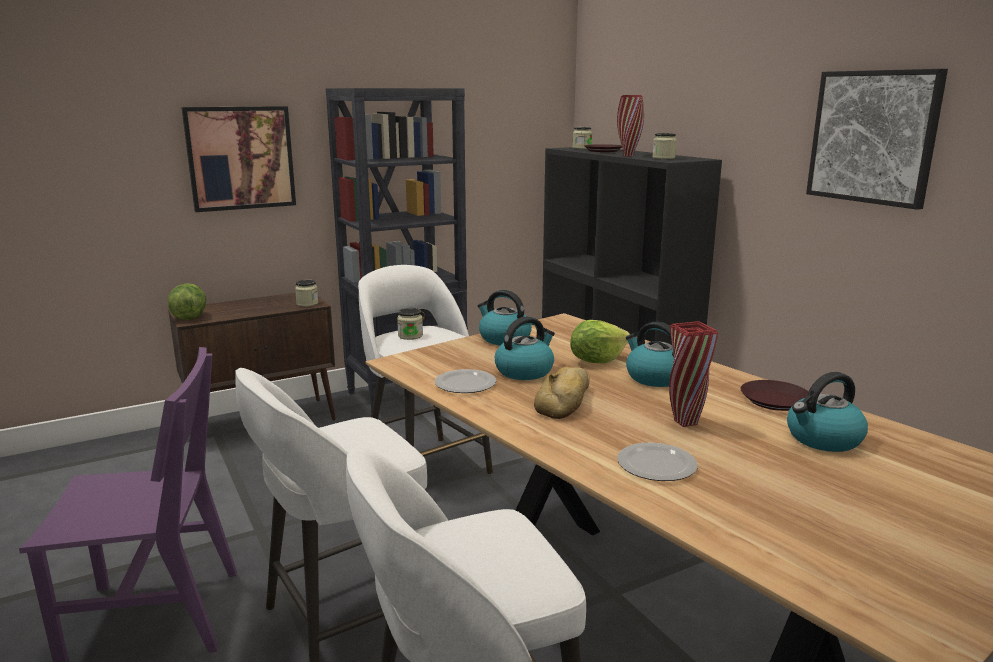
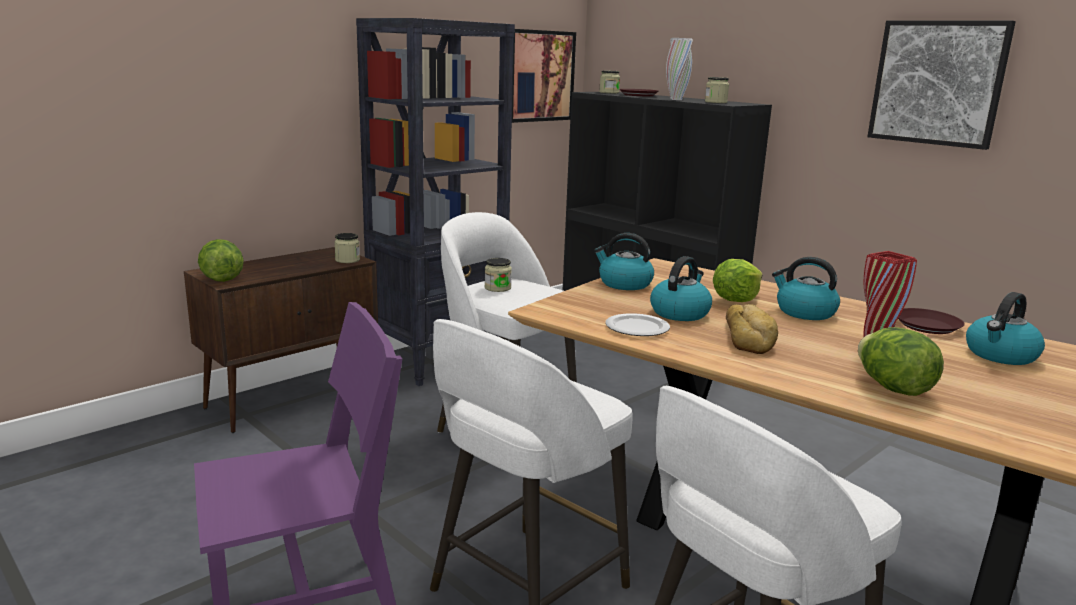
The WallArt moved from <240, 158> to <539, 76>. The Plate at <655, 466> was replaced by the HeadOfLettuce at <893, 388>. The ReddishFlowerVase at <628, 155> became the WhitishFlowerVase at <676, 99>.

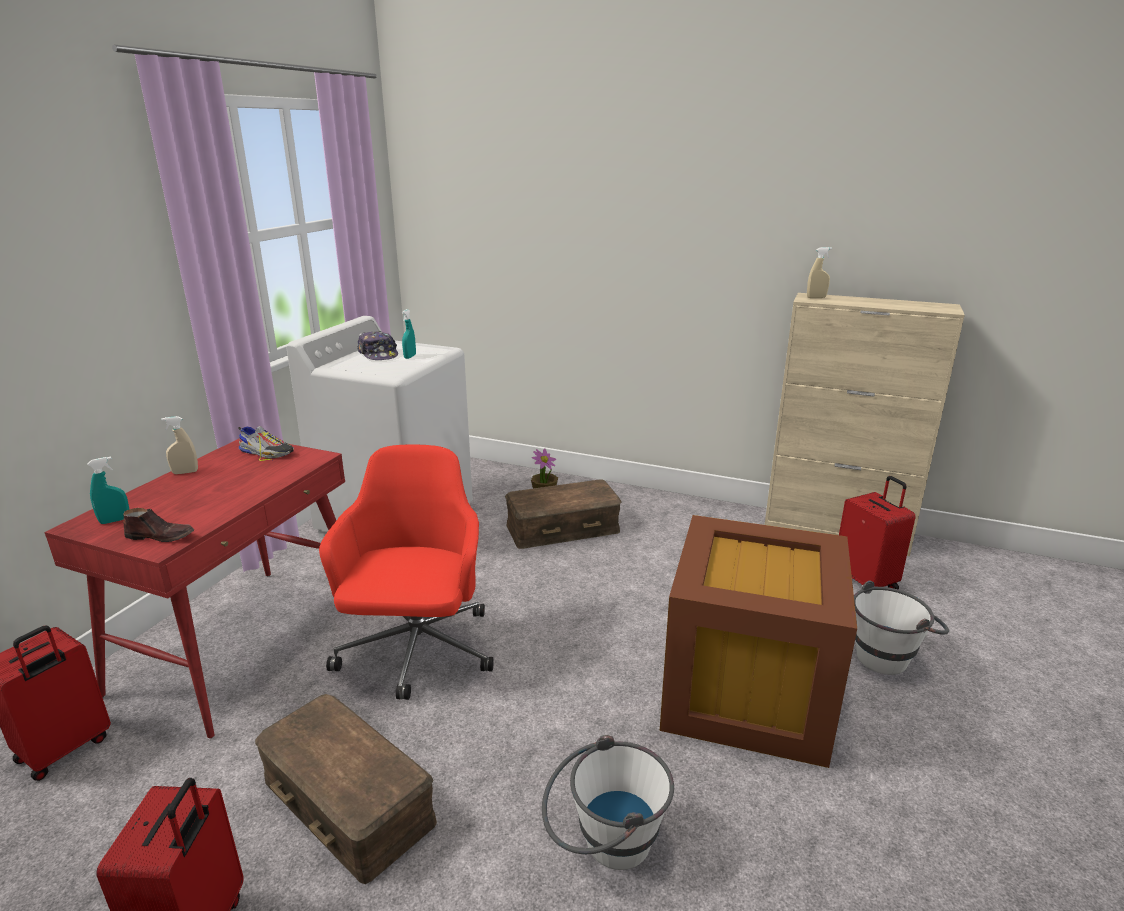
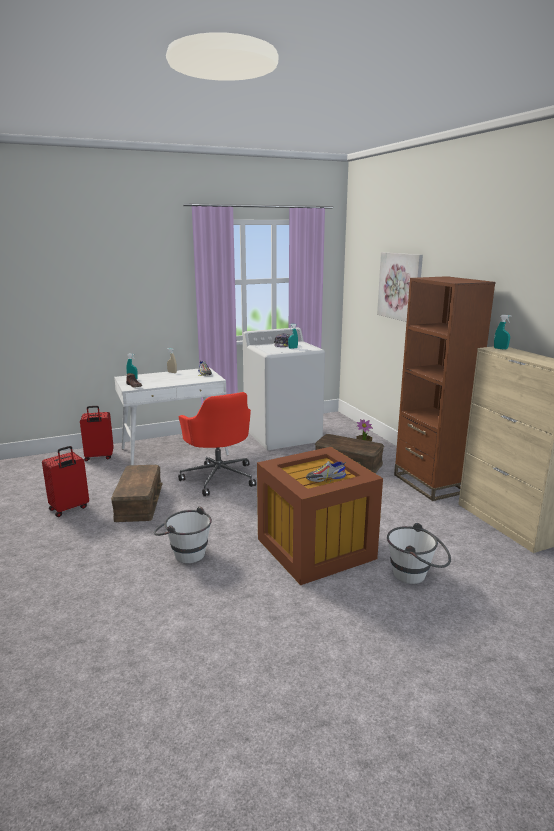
The ReddishPieceOfLuggage at <866, 581> disappeared. The ItemOfFootwear at <325, 478> appeared. The WallArt at <400, 286> appeared. The BrownBookcase at <429, 483> appeared. The ReddishDesk at <244, 643> became the WhitishDesk at <175, 452>. The BeigeSprayBottle at <816, 297> became the BlueGreenSprayBottle at <500, 349>. The ReddishOfficeChair at <417, 652> turned 105 degrees clockwise.

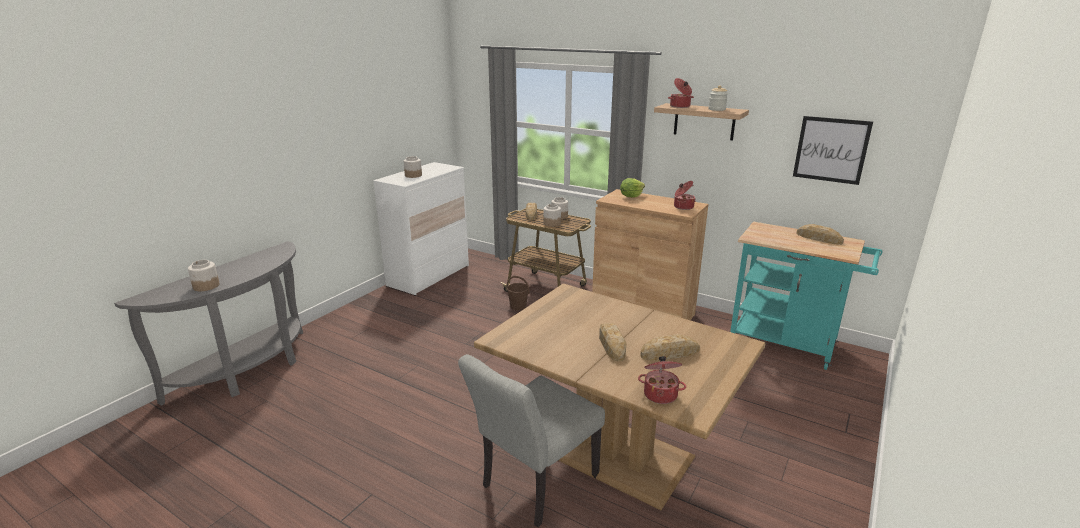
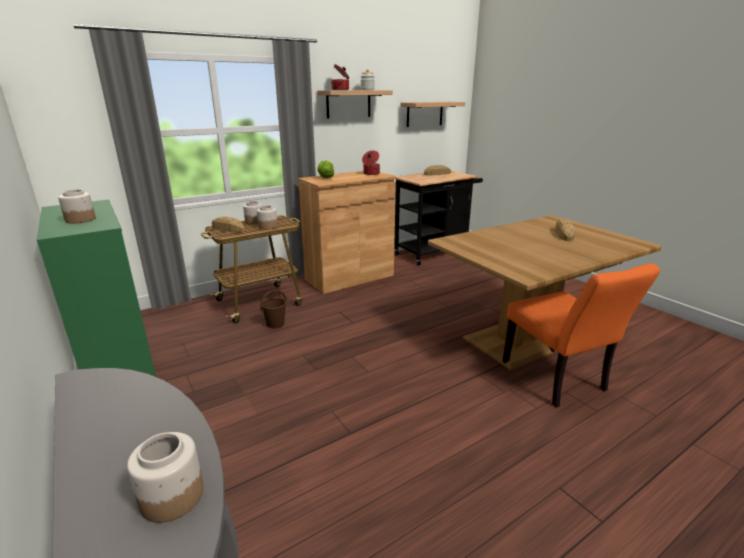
The BakeryBread at <611, 344> disappeared. The Stockpot at <660, 394> disappeared. The WallArt at <831, 150> was replaced by the BracketShelf at <424, 114>. The WhitishChestOfDrawers at <429, 276> became the GreenColouredChestOfDrawers at <118, 363>. The GreyishUprightChair at <533, 485> became the OrangeColouredUprightChair at <558, 381>. The BlueGreenWheeledCart at <789, 345> became the BlackishWheeledCart at <434, 252>.

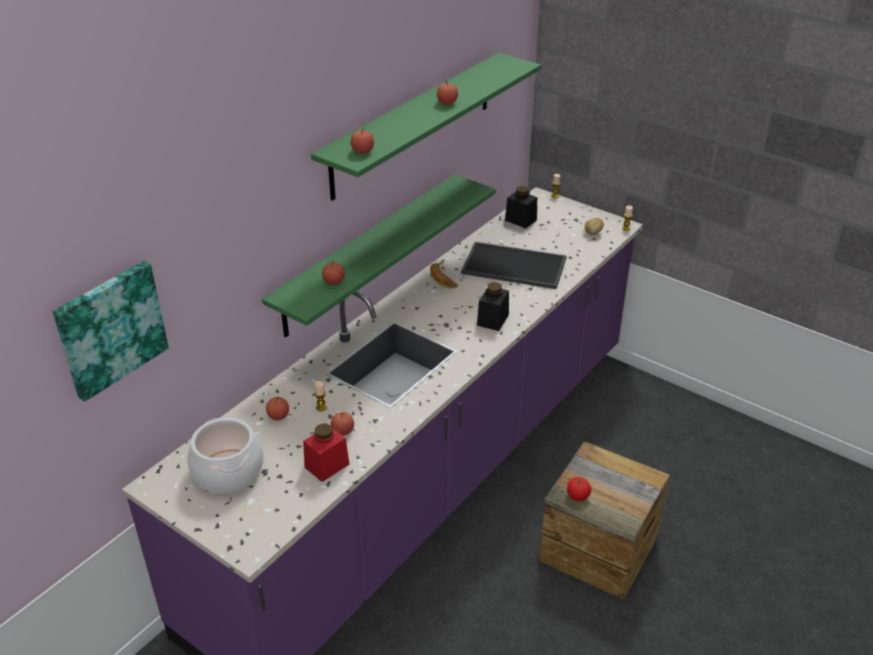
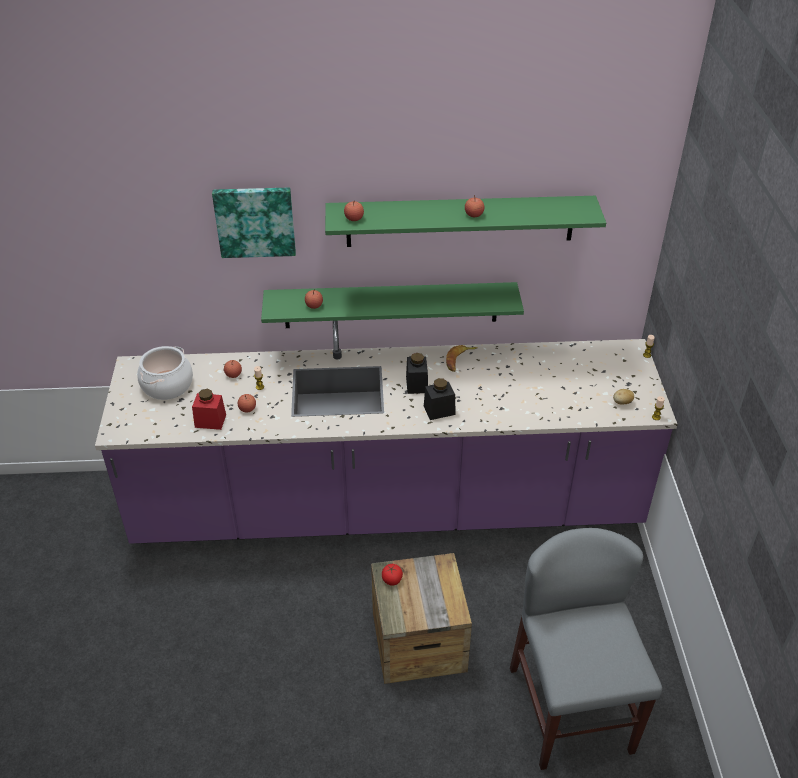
The CarryingTray at <512, 266> disappeared. The GreyishUprightChair at <570, 709> appeared. The WallArt moved from <110, 328> to <255, 221>. The BlackishStorageJar moved from <520, 220> to <417, 384>.

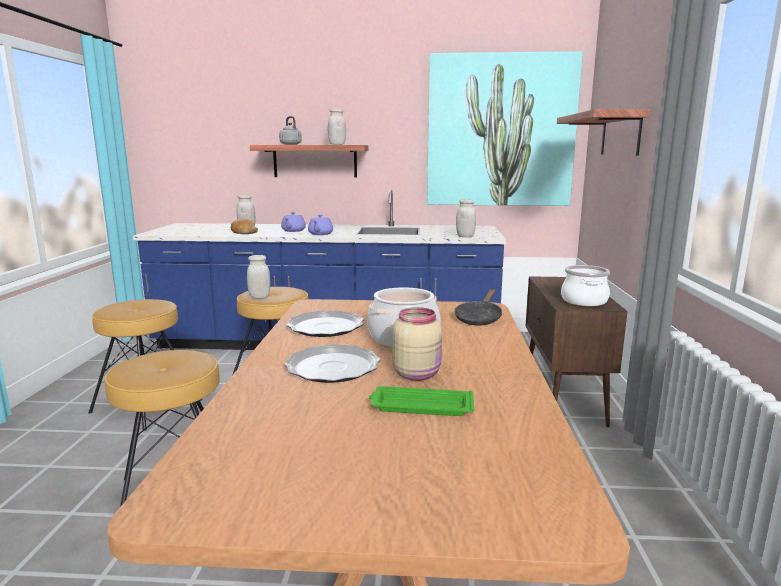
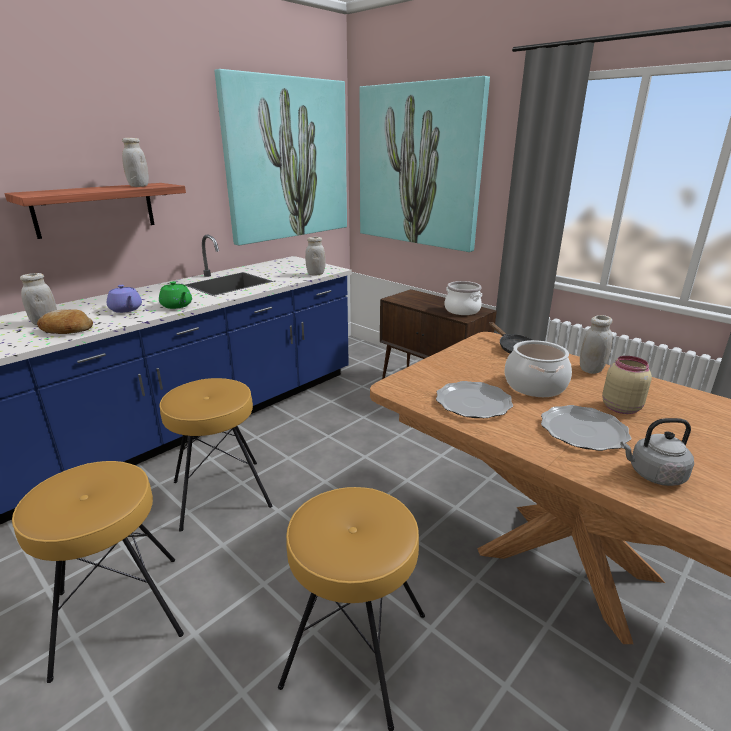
The GreenColouredCarryingTray at <420, 407> disappeared. The WhitishStorageJar moved from <259, 297> to <591, 370>. The GreyishWaterKettle moved from <290, 144> to <653, 475>. The BracketShelf at <620, 134> was replaced by the WallArt at <418, 166>. The PurpleTeapot at <320, 234> became the GreenColouredTeapot at <177, 306>.

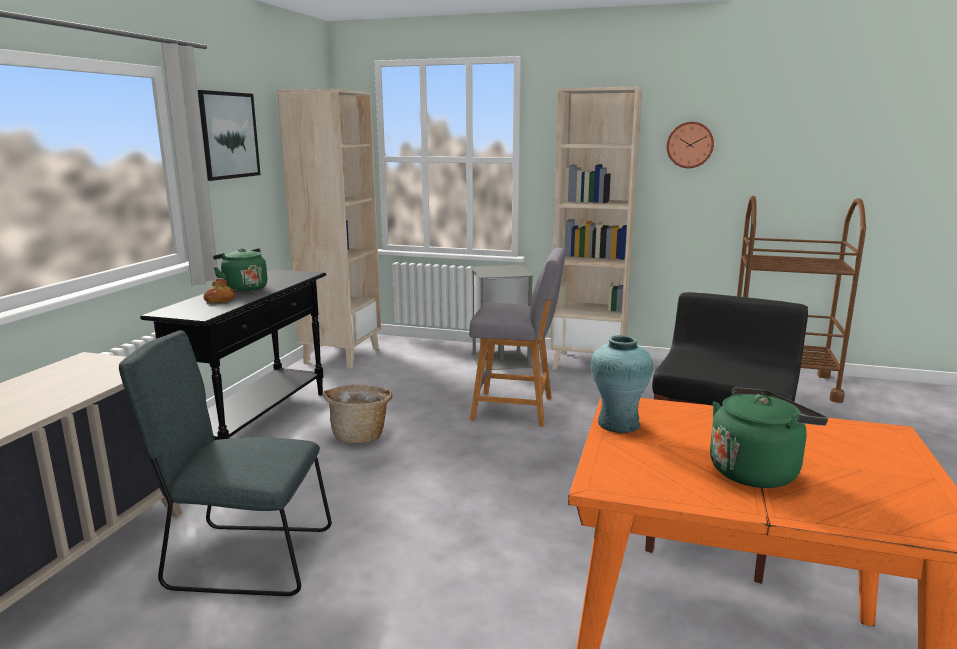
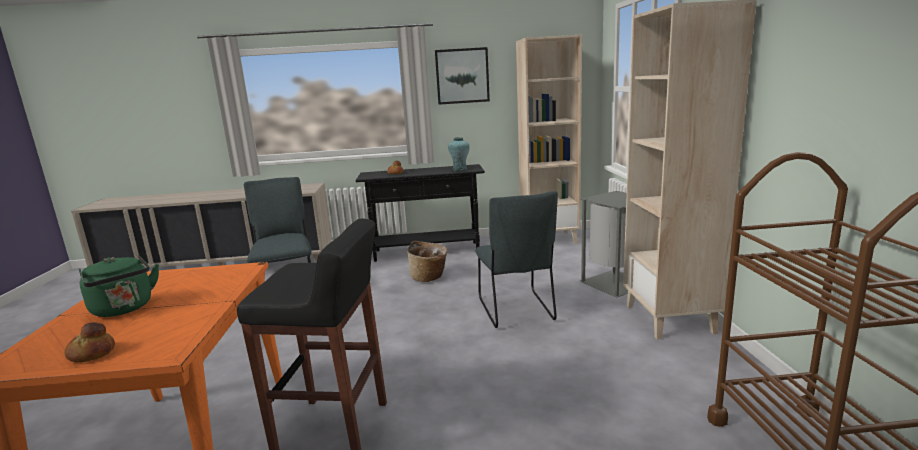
The GreenColouredWaterKettle at <243, 289> disappeared. The HangingClock at <690, 145> disappeared. The BakeryBread at <91, 354> appeared. The BlueGreenFlowerVase moved from <618, 424> to <459, 169>. The GreyishStoolSeat at <517, 409> was replaced by the GreyishUprightChair at <517, 311>.

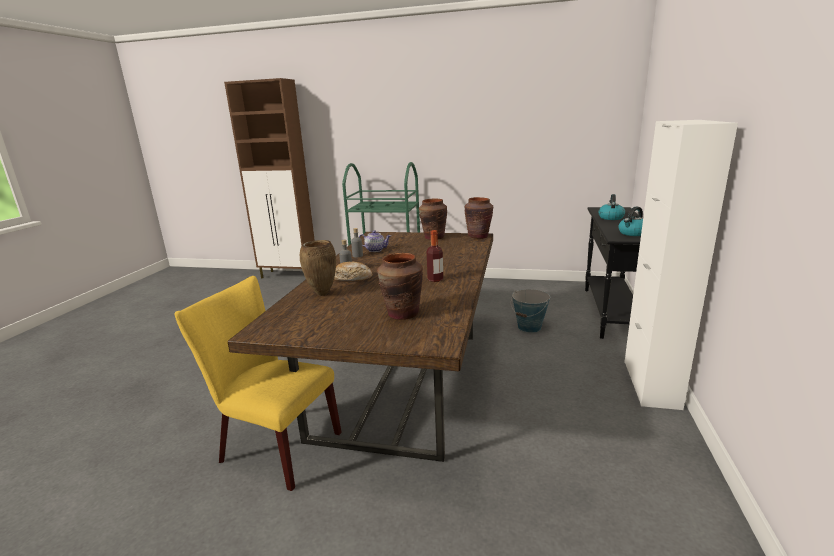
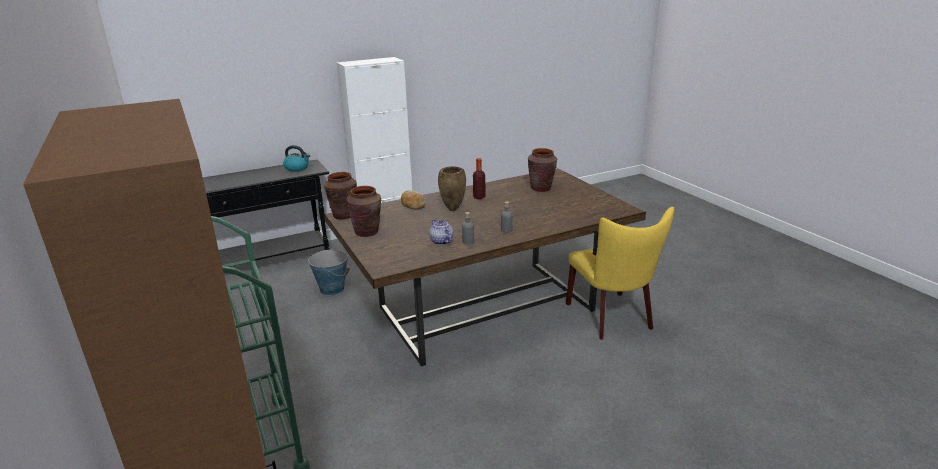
The WaterKettle at <610, 217> disappeared. The BrownFlowerVase moved from <322, 294> to <452, 210>. The BakeryBread moved from <352, 278> to <412, 204>.

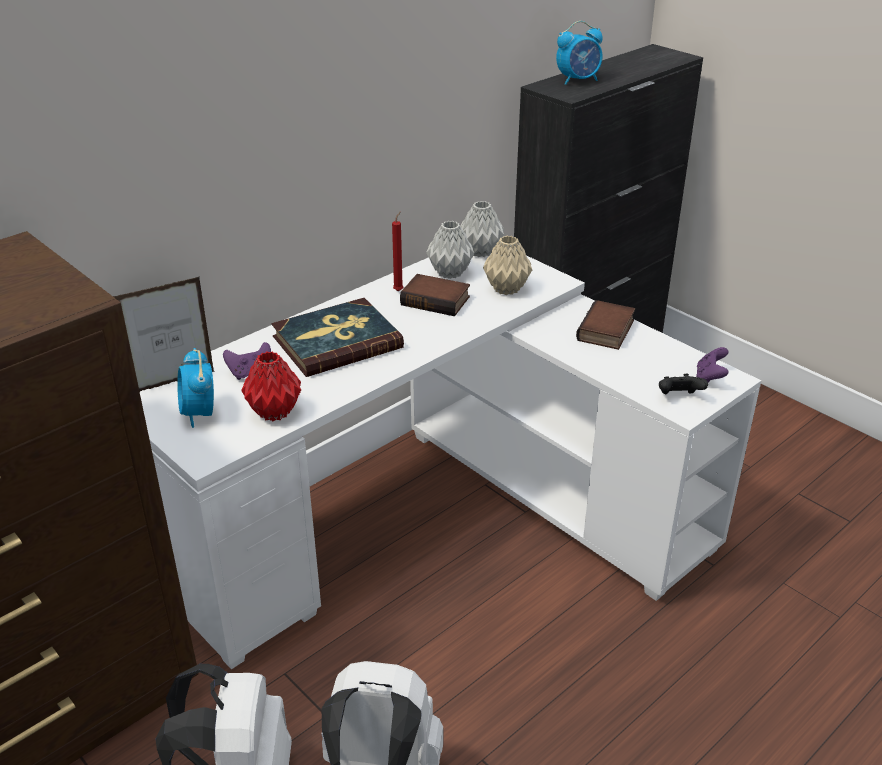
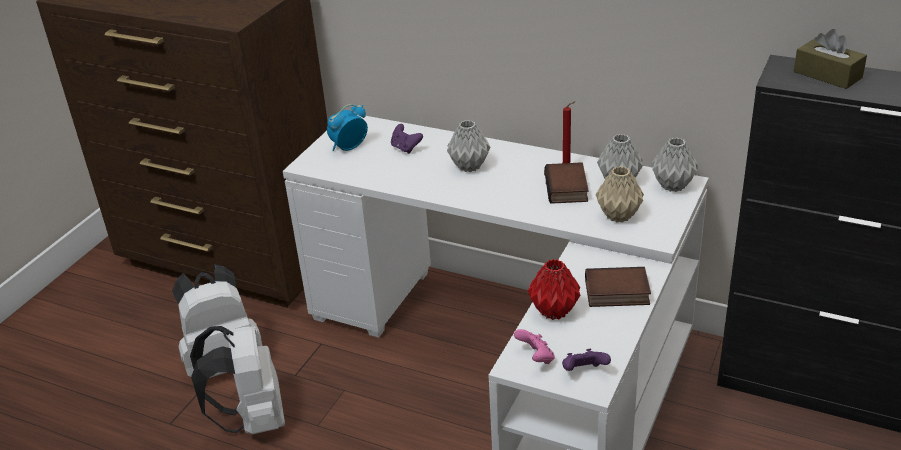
The PhotoFrame at <174, 382> disappeared. The ReddishFlowerVase moved from <275, 412> to <555, 311>. The Volume at <337, 342> was replaced by the GreyishFlowerVase at <470, 166>. The TableClock at <578, 80> was replaced by the BrownTissueBox at <827, 75>. The BlackishGamepad at <678, 397> became the PinkColouredGamepad at <536, 358>.

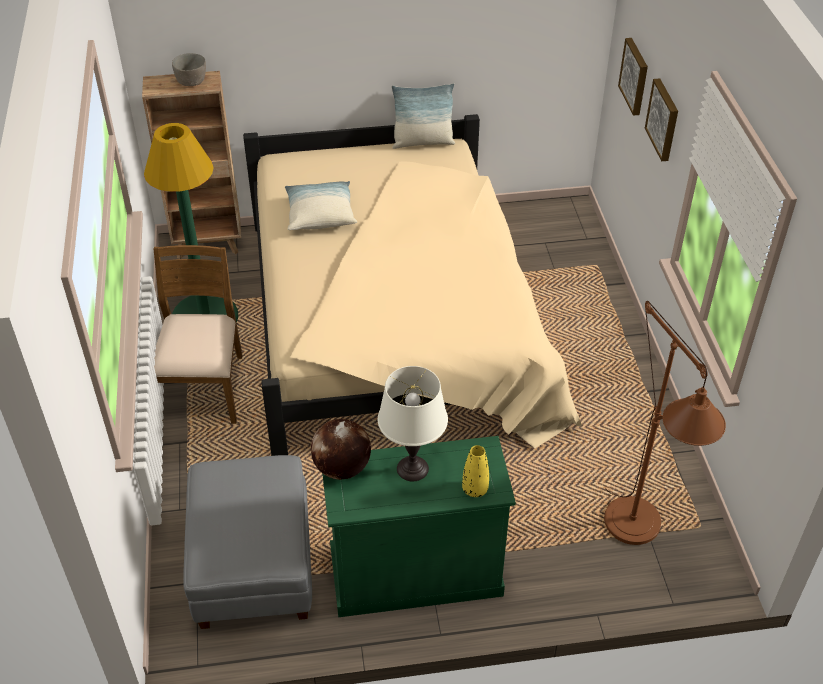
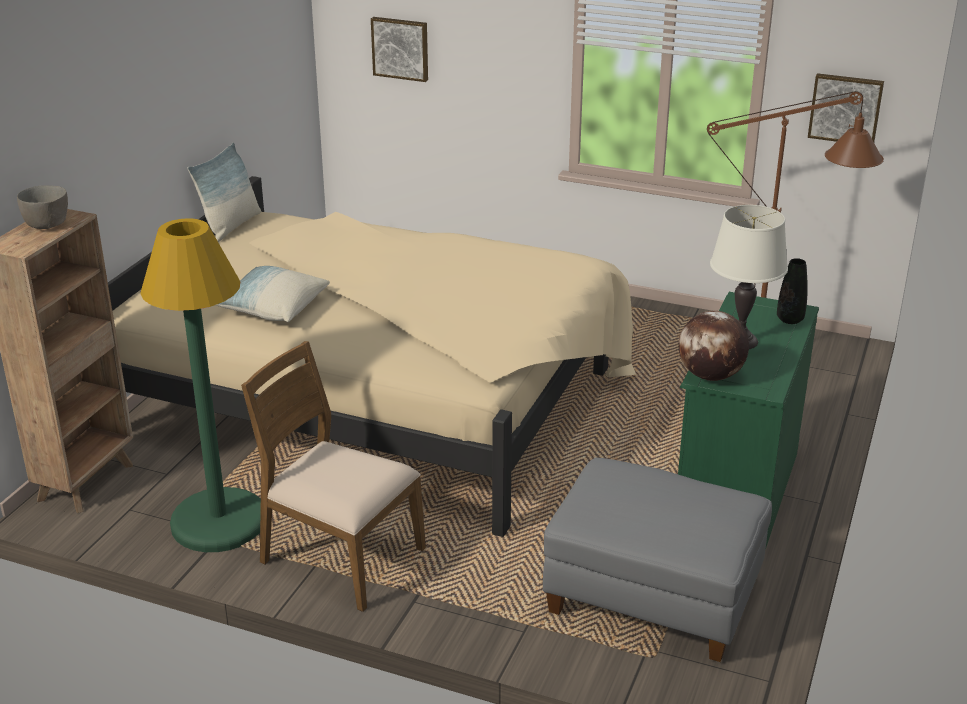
The WallArt moved from <664, 119> to <845, 108>. The YellowFlowerVase at <475, 489> became the BlackishFlowerVase at <790, 319>.

